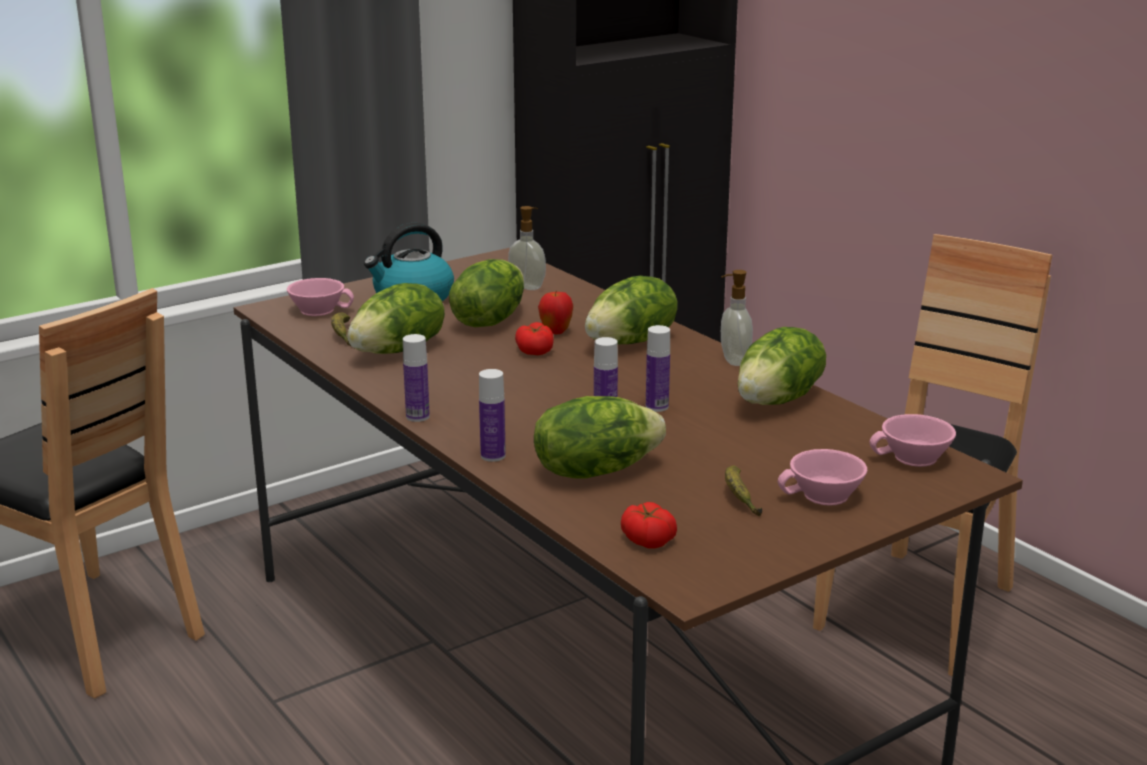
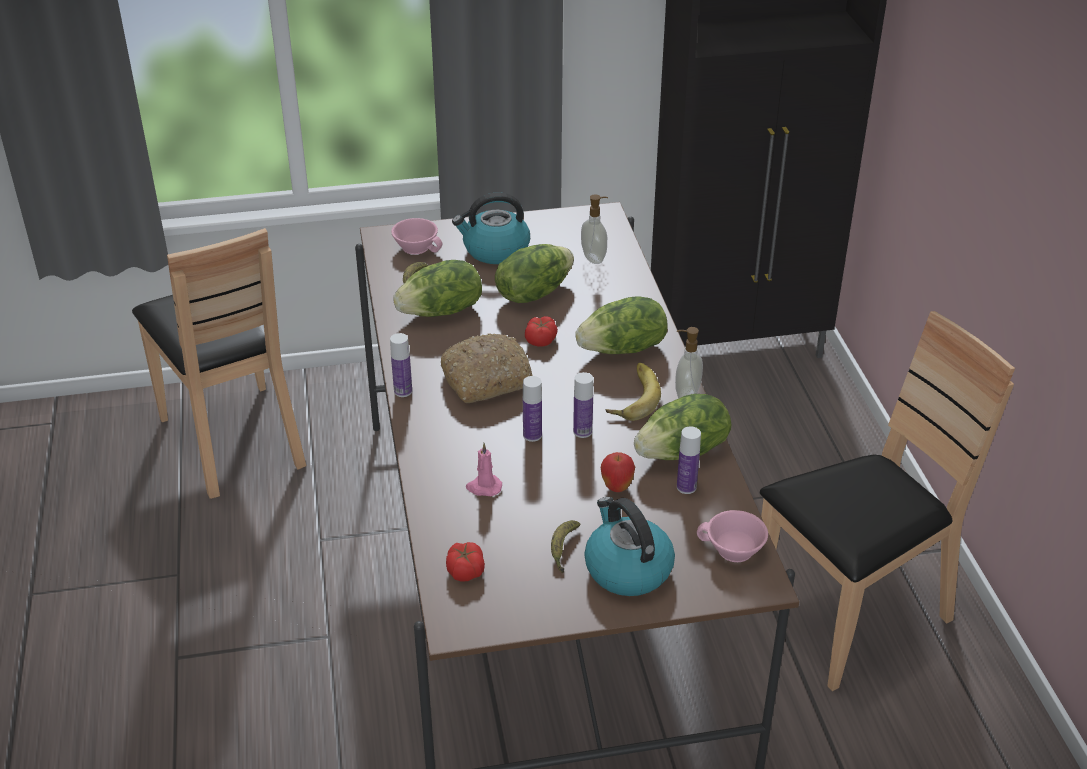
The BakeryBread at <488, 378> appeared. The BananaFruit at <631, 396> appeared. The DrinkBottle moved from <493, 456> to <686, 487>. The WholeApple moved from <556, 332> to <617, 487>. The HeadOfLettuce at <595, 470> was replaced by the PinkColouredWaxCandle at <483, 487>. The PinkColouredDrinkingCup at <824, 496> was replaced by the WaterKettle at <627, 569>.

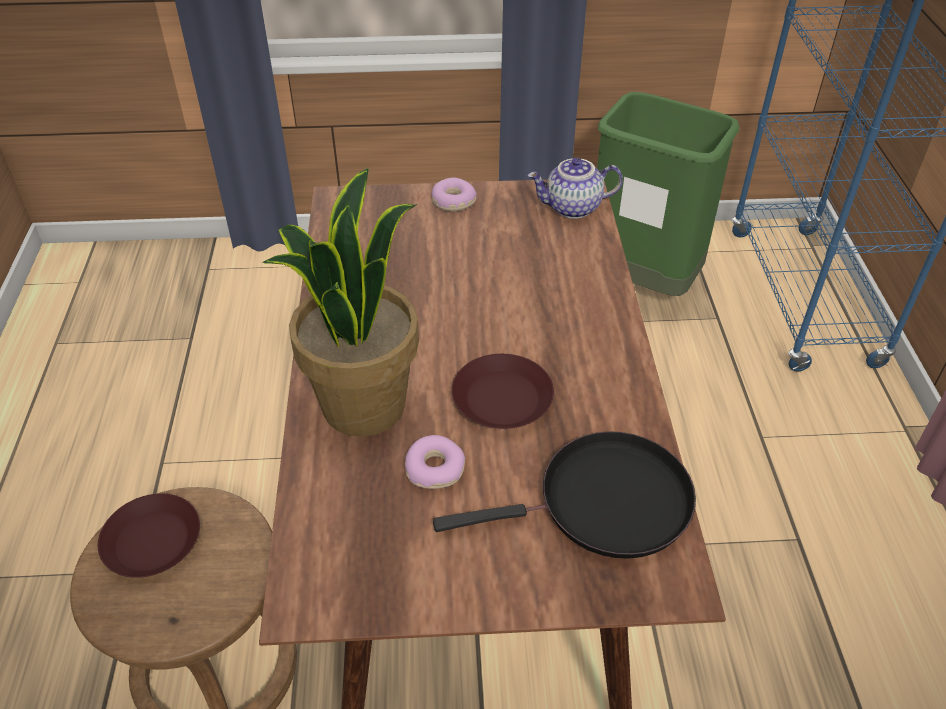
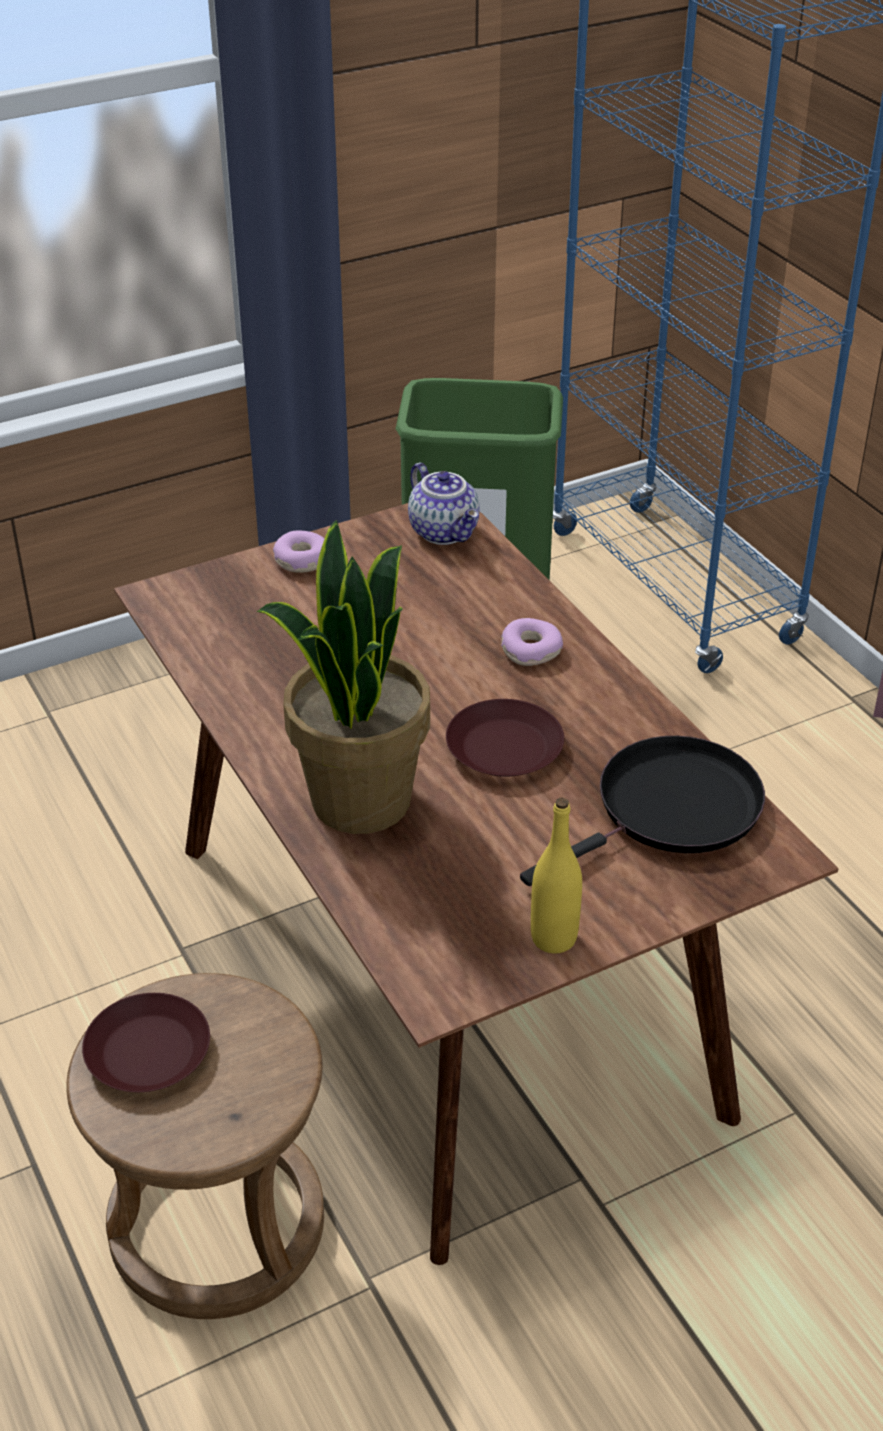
The YellowDrinkBottle at <553, 938> appeared. The Doughnut moved from <435, 469> to <531, 650>. The Teapot at <572, 208> turned 90 degrees counterclockwise.

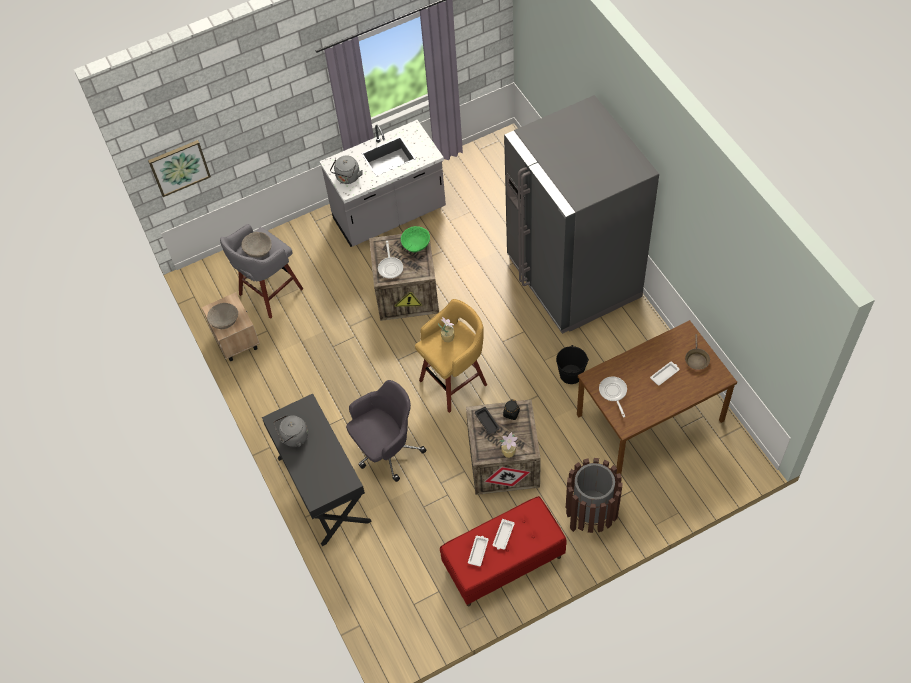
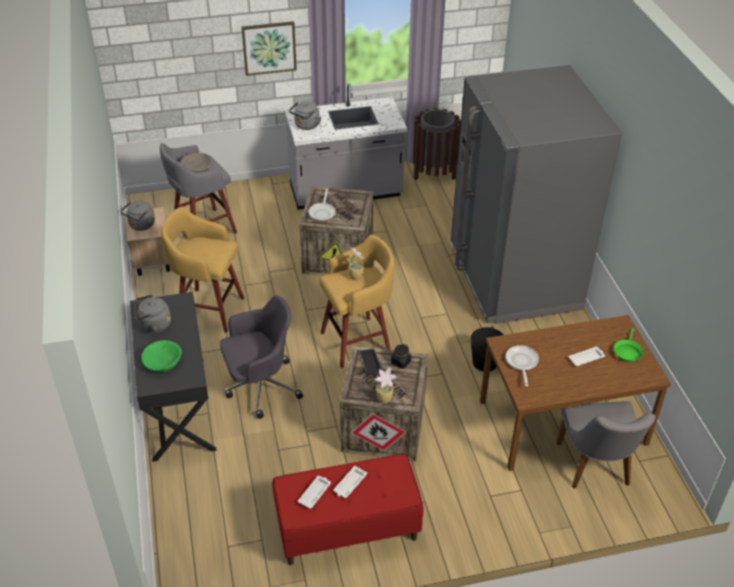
The YellowStoolSeat at <208, 310> appeared. The GreyishUprightChair at <595, 469> appeared. The WallArt moved from <179, 167> to <269, 47>. The GreenColouredBowl moved from <416, 243> to <163, 362>. The BrownWasteBin moved from <591, 514> to <434, 173>. The BeigeBowl at <224, 320> was replaced by the GreyishWaterKettle at <141, 226>. The BrownSkillet at <696, 359> became the GreenColouredSkillet at <627, 352>.

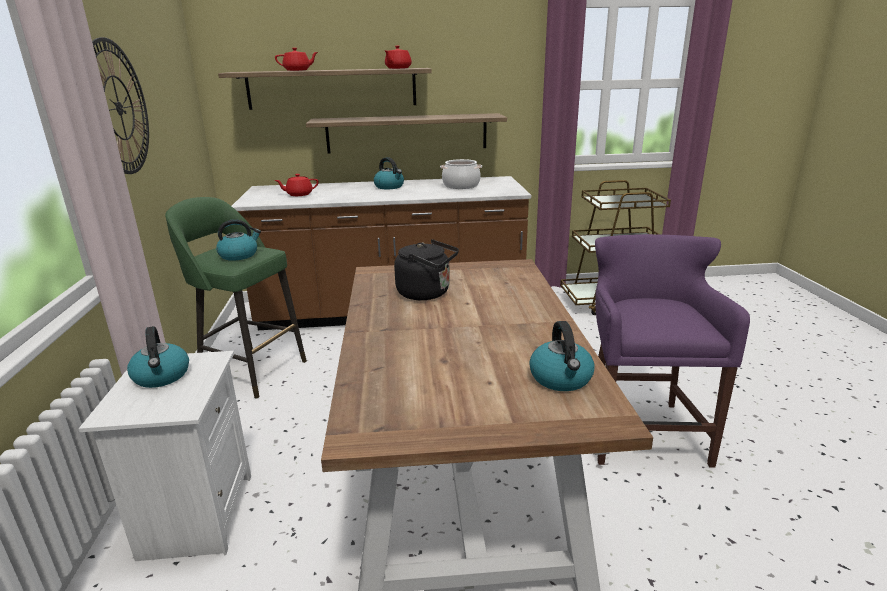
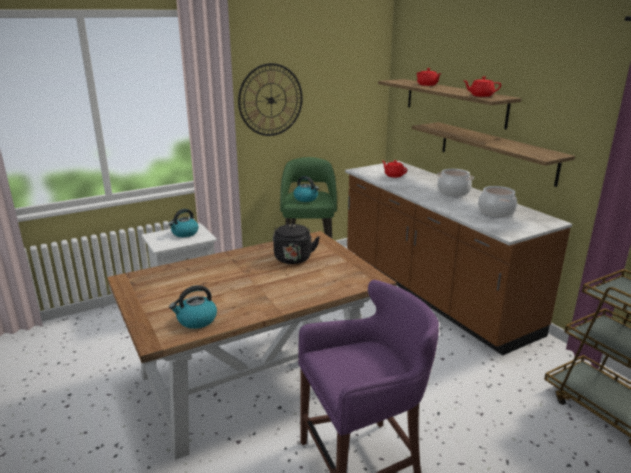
The WaterKettle at <389, 187> was replaced by the Stockpot at <453, 192>.

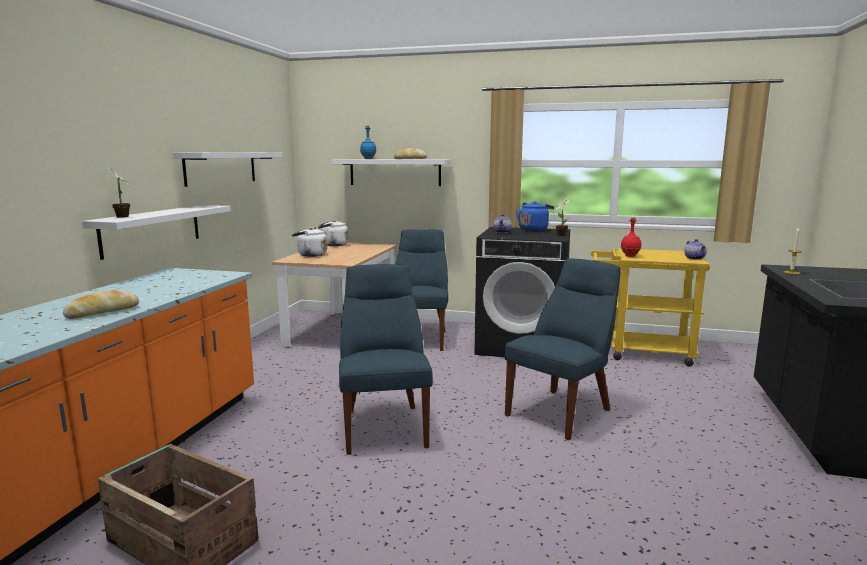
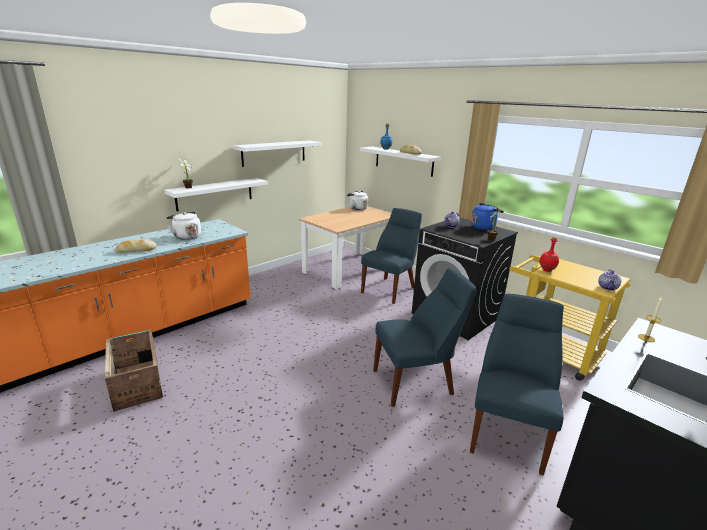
The WhitishWaterKettle moved from <310, 255> to <186, 236>. The BluishUprightChair moved from <384, 426> to <507, 431>.

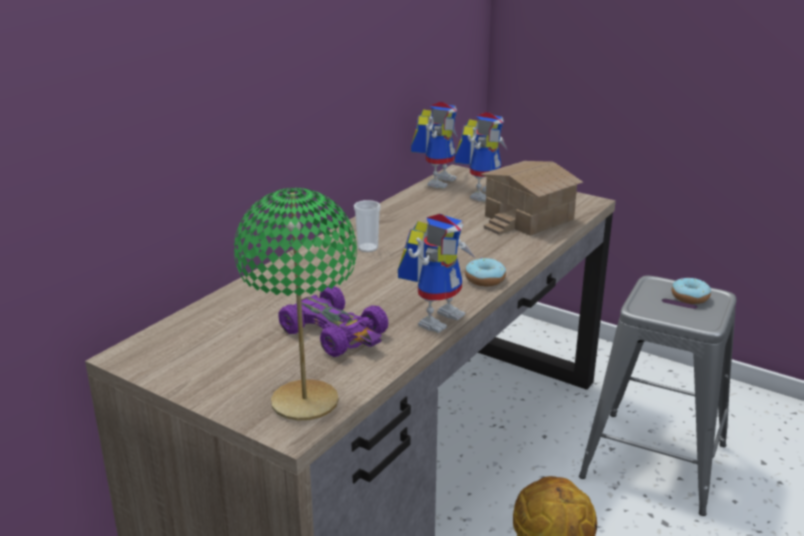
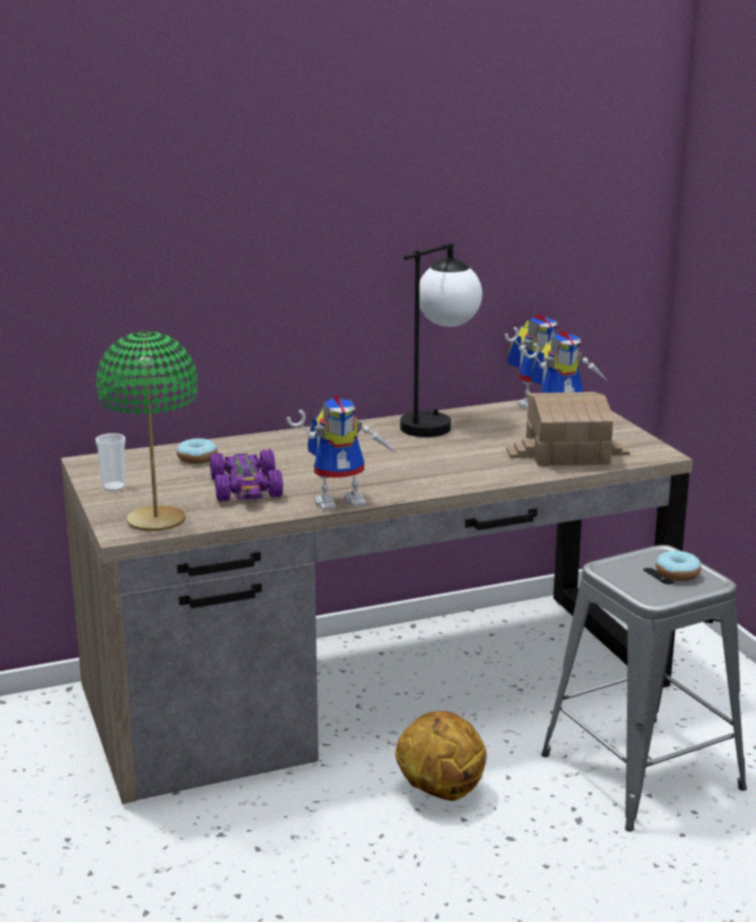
The LampForATable at <438, 422> appeared. The DrinkingCup moved from <367, 248> to <114, 487>. The Doughnut moved from <485, 279> to <197, 458>.

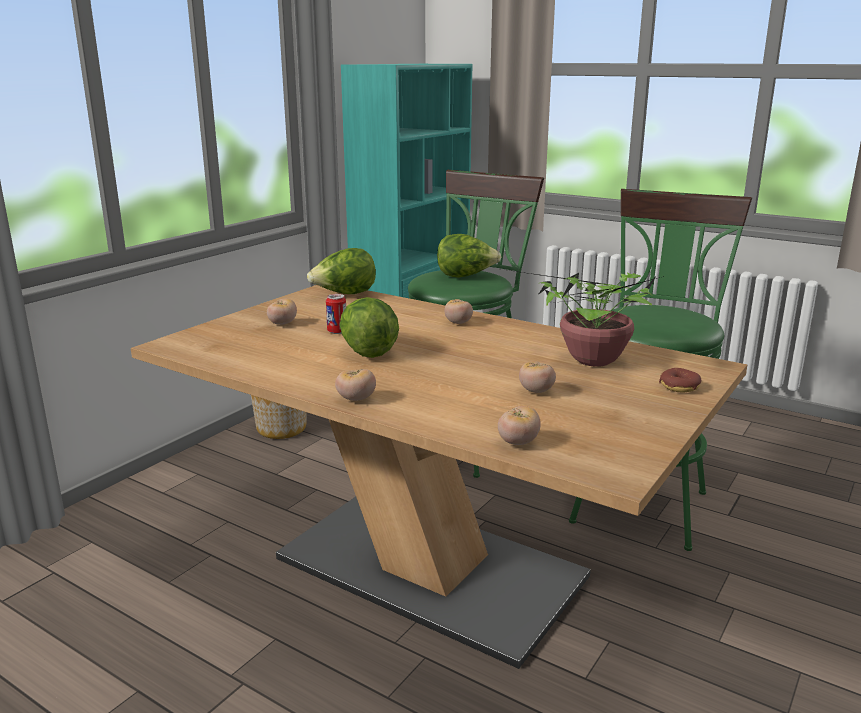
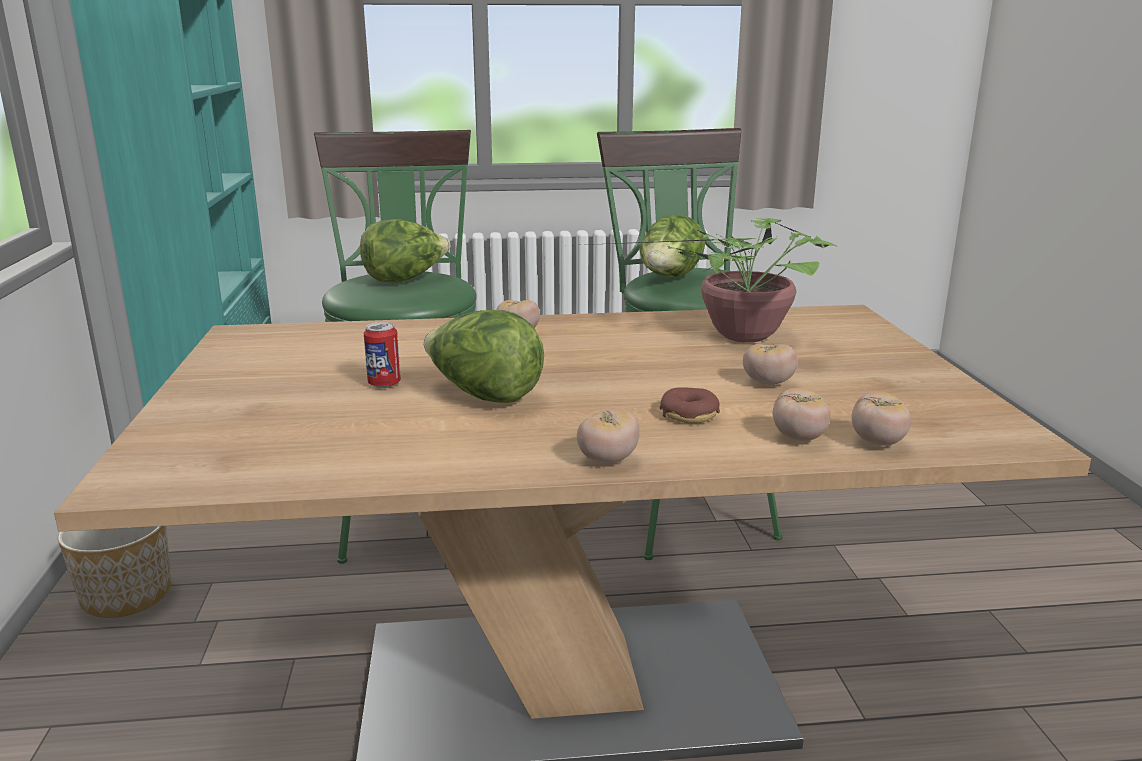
The Tomato moved from <282, 324> to <799, 437>. The HeadOfLettuce moved from <344, 295> to <670, 278>. The Doughnut moved from <679, 386> to <689, 414>.

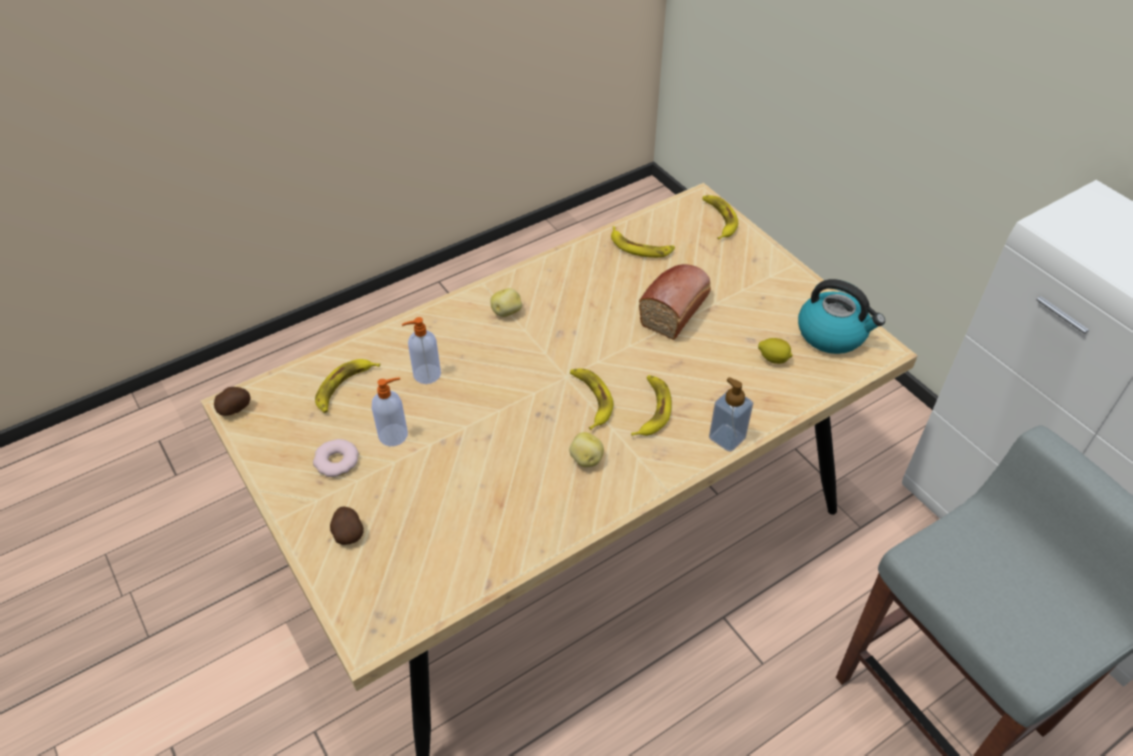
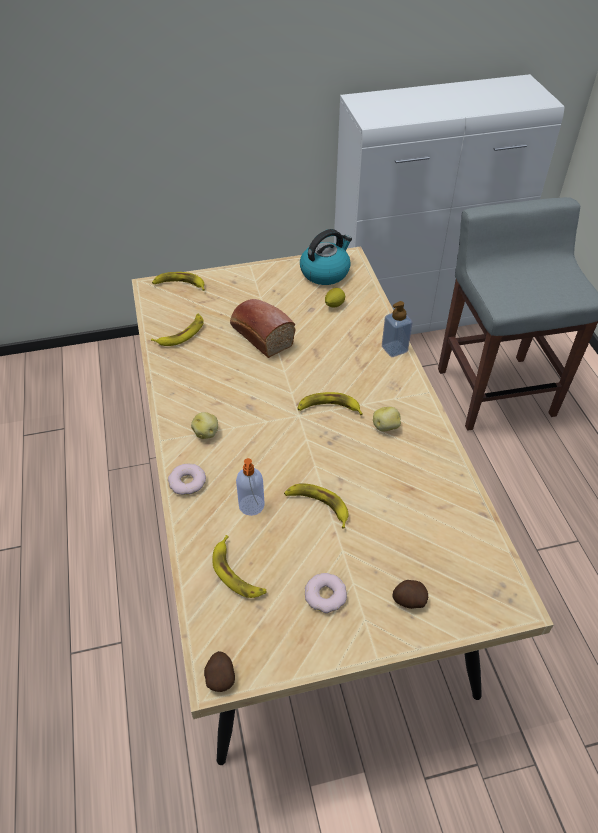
The SoapDispenser at <394, 435> disappeared. The Doughnut at <187, 482> appeared. The BananaFruit moved from <651, 409> to <317, 505>.

